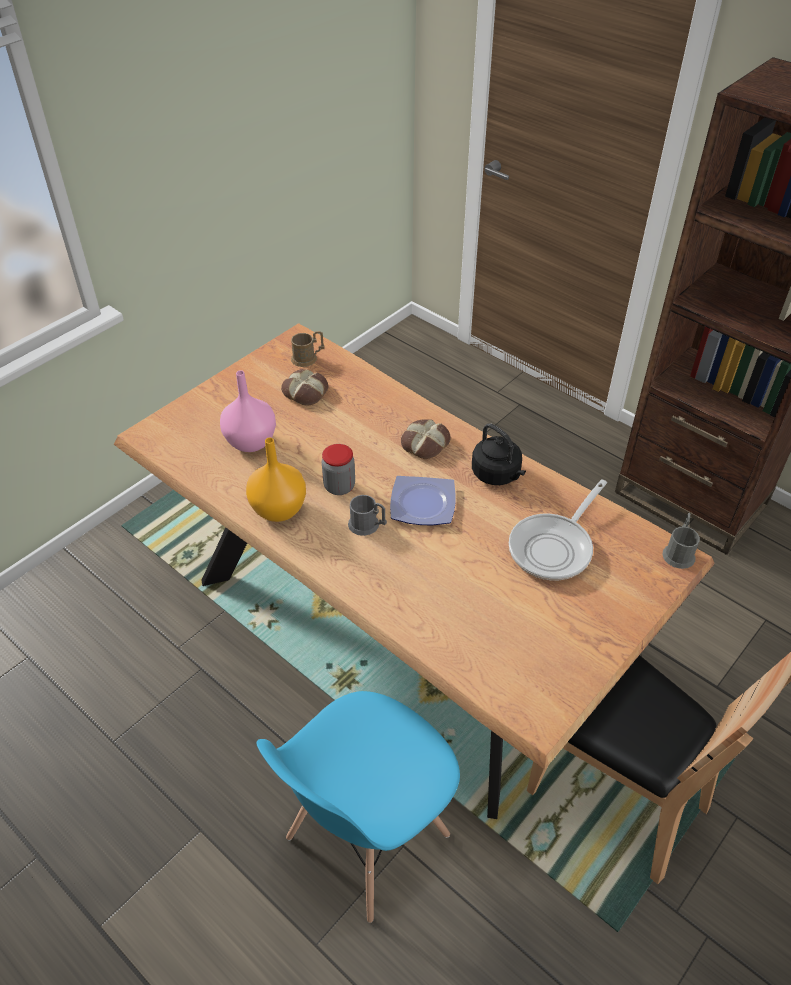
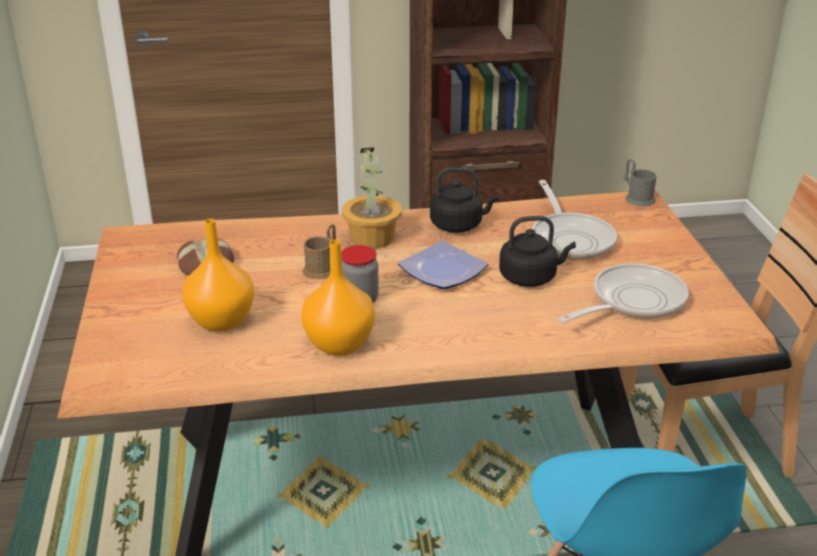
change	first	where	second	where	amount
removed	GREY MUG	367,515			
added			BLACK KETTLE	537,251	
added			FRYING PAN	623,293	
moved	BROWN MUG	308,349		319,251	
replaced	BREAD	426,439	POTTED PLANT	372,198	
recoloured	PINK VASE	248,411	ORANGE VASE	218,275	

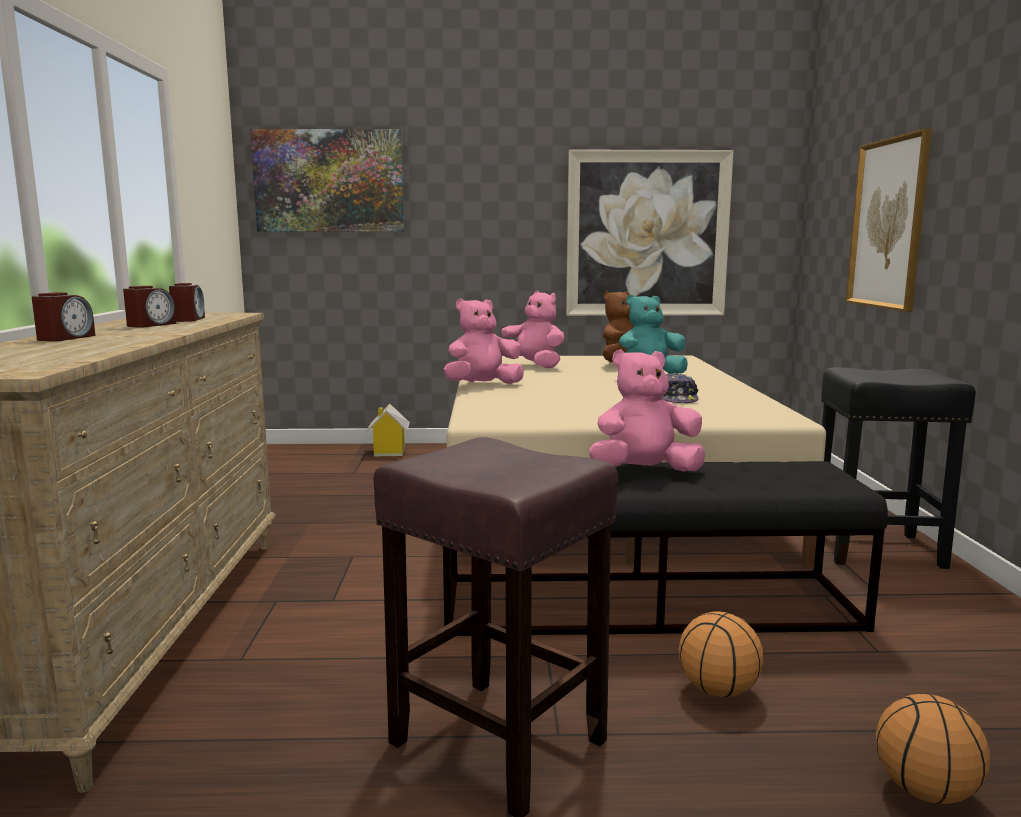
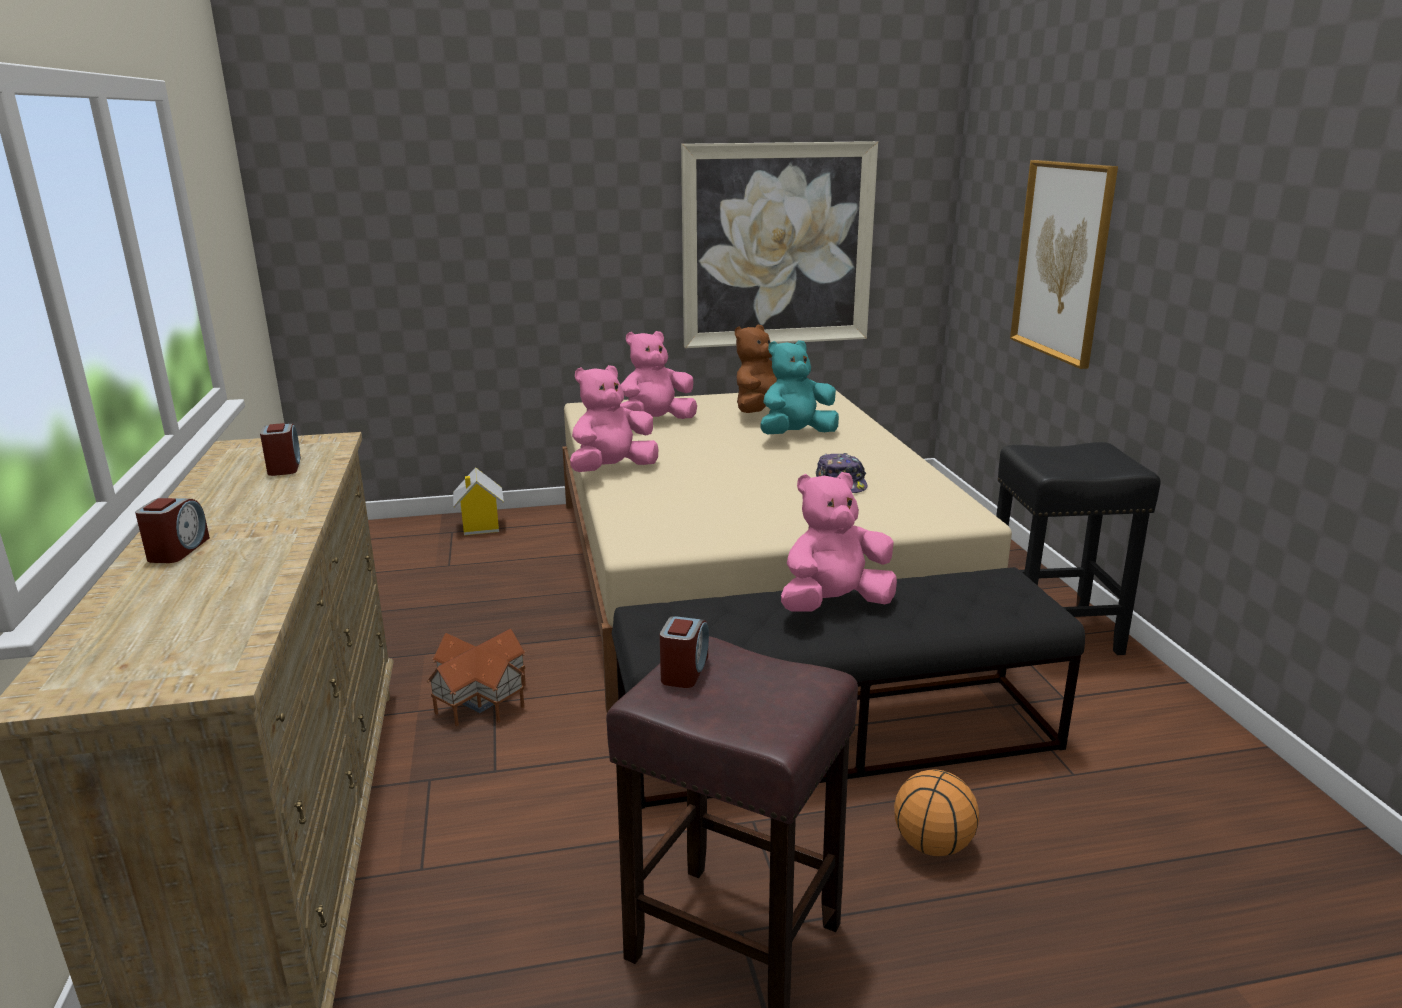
change	first	where	second	where	amount
removed	PICTURE	327,180			
removed	BASKETBALL	933,749			
added			TOY HOUSE	476,677	
moved	ALARM CLOCK	149,307		684,652	
turned	PINK PLUSH TOY	532,329		658,375	60 degrees counterclockwise

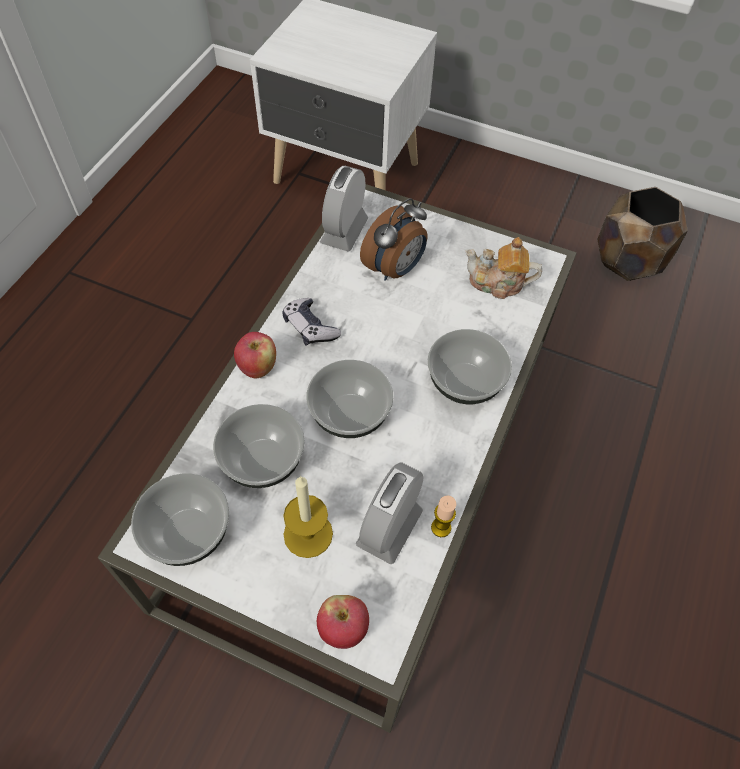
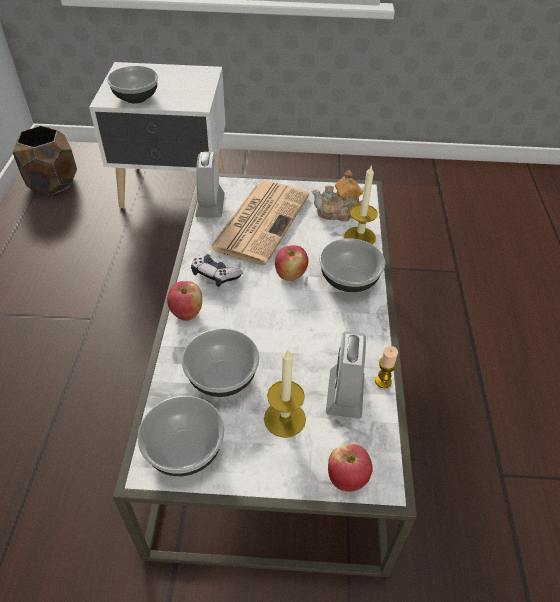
change	first	where	second	where	amount
added			APPLE	291,263	
added			CANDLE	361,204	
moved	BOWL	350,399		132,85	
moved	BROWN PLANTER	642,234		45,160	
replaced	ALARM CLOCK	393,239	NEWSPAPER	258,223	

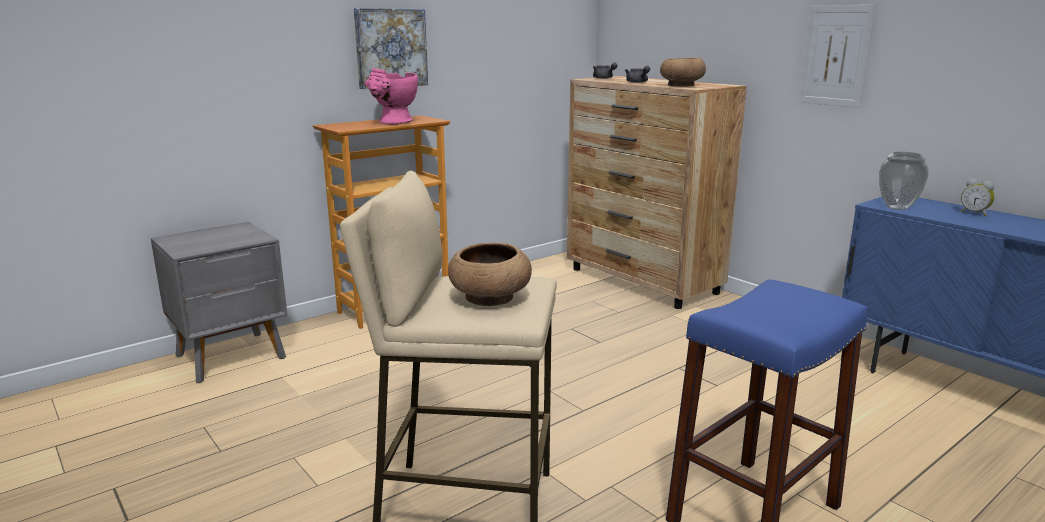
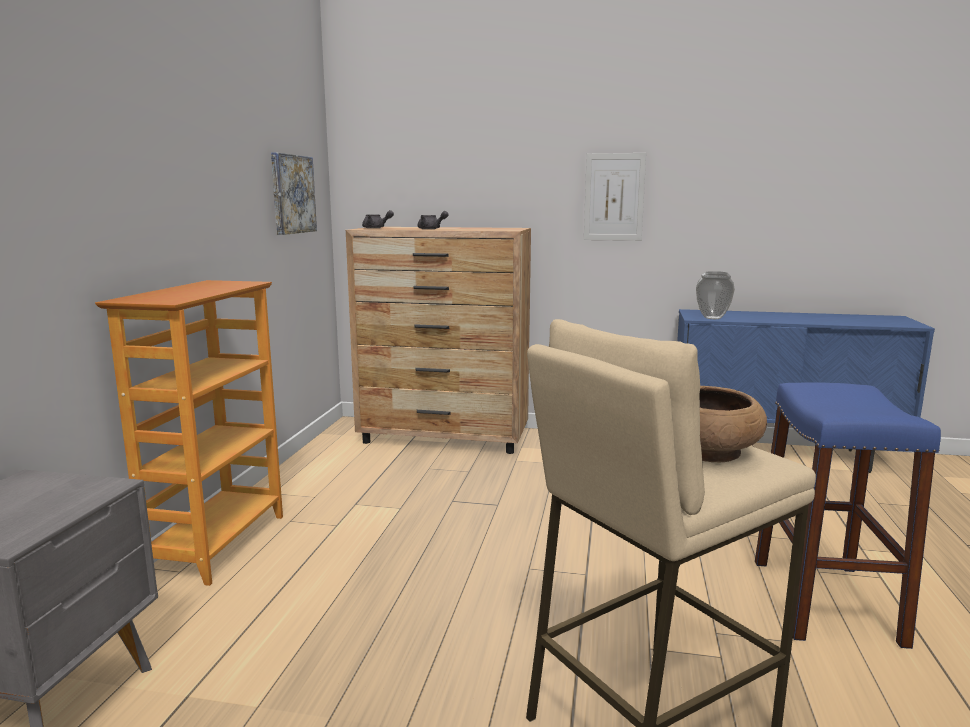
change	first	where	second	where	amount
removed	PINK VASE	391,96			
removed	BROWN BOWL	683,72			
removed	ALARM CLOCK	978,197			
moved	PICTURE	391,48		294,194	

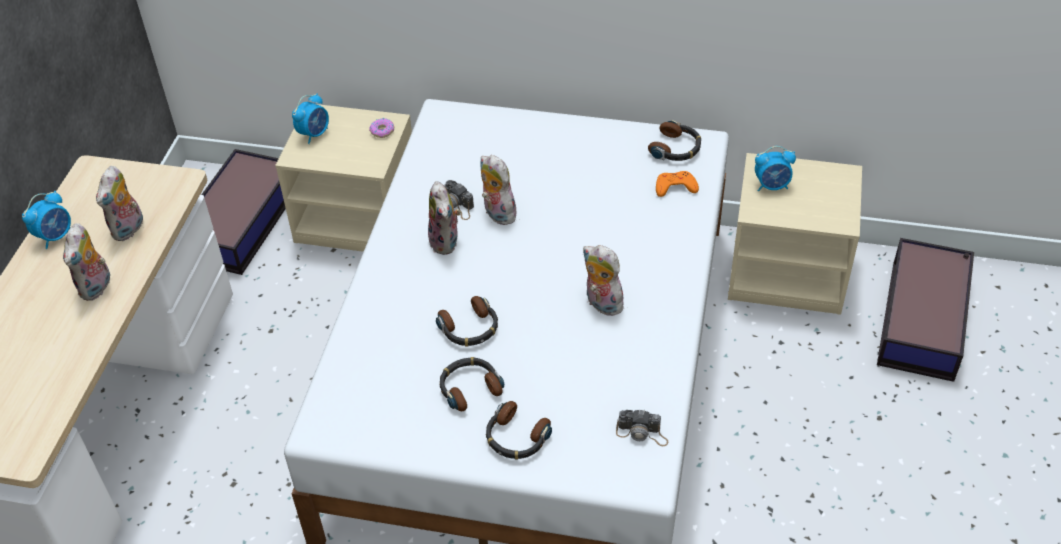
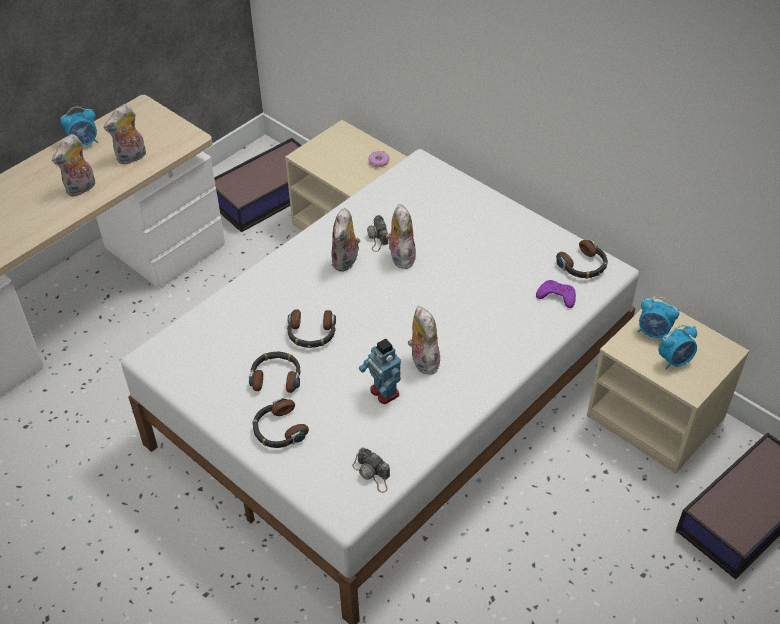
change	first	where	second	where	amount
added			TOY ROBOT	380,371	
moved	ALARM CLOCK	310,118		678,347	
recoloured	ORANGE GAME CONTROLLER	677,184	PURPLE GAME CONTROLLER	556,294	

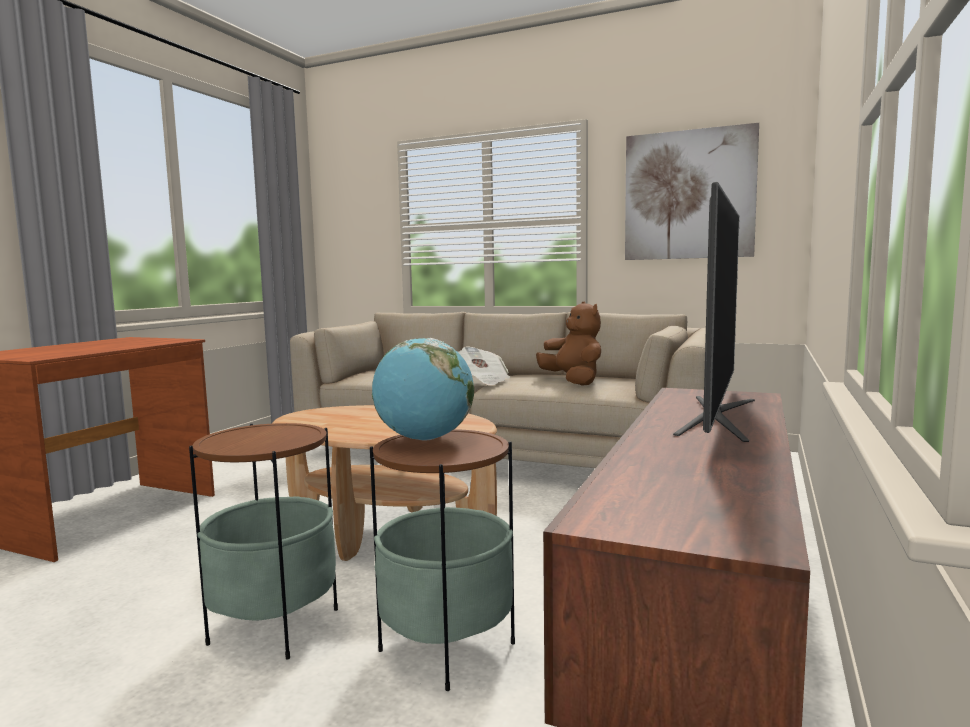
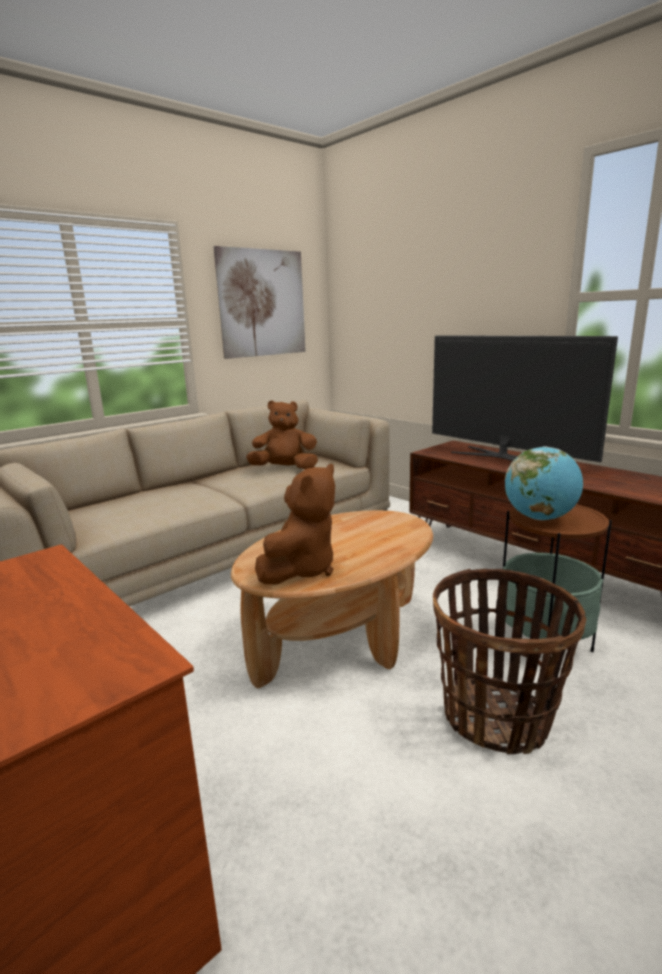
change	first	where	second	where	amount
removed	NEWSPAPER	484,365			
added			BROWN PLUSH TOY	295,524	
replaced	SIDE TABLE	263,541	BASKET	510,662	

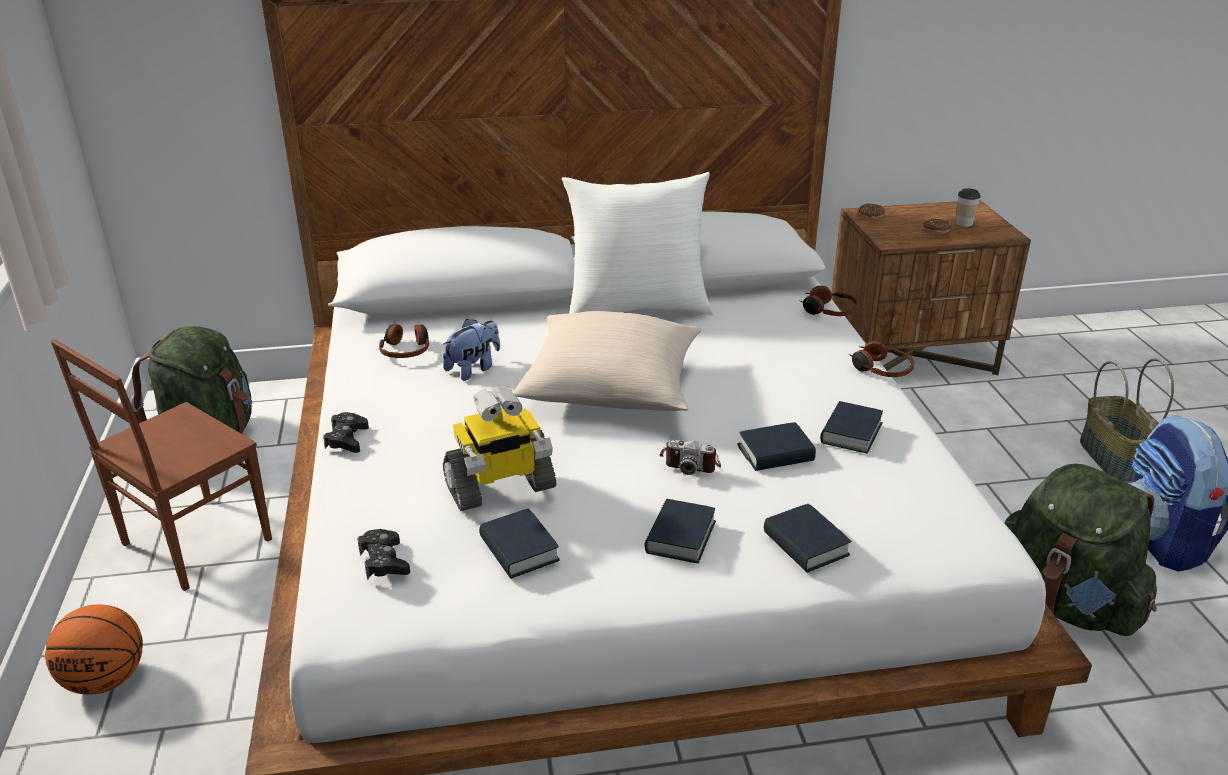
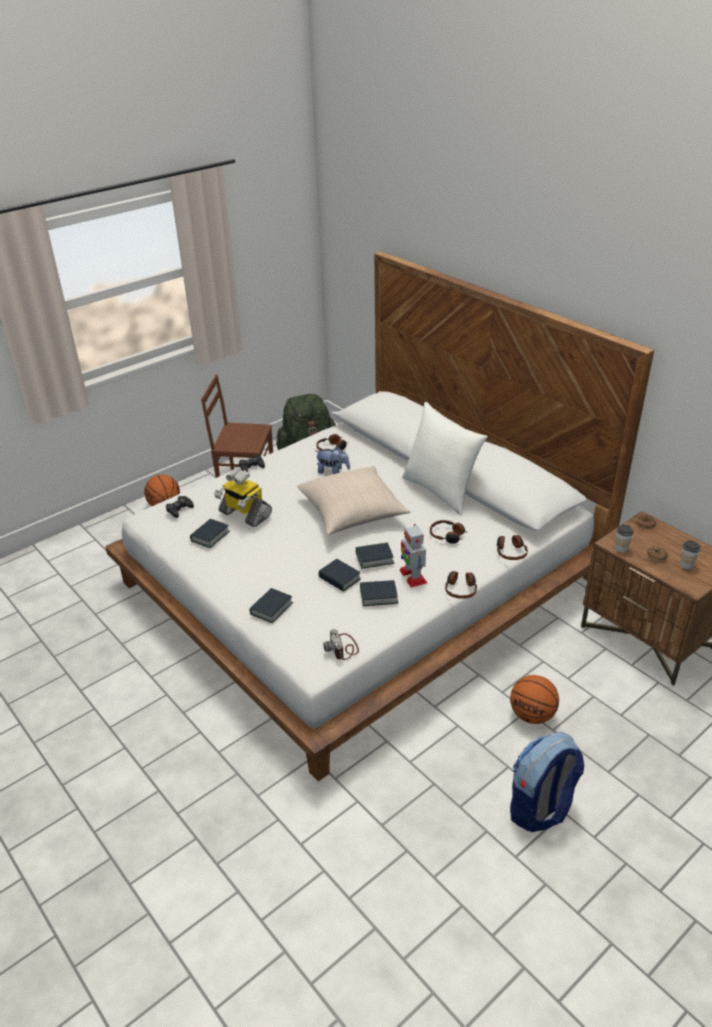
change	first	where	second	where	amount
removed	GREEN BACKPACK	1080,550			
removed	BASKET	1127,420			
added			TOY ROBOT	413,556	
added			HEADPHONES	448,532	
added			BASKETBALL	534,699	
added			CUP	624,539	
moved	BOOK	680,531		375,556	
moved	PHOTO CAMERA	690,457		341,644	

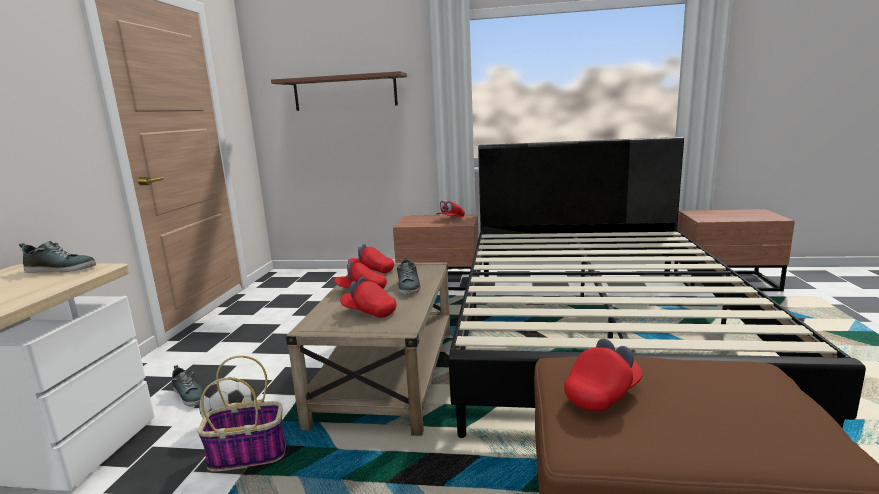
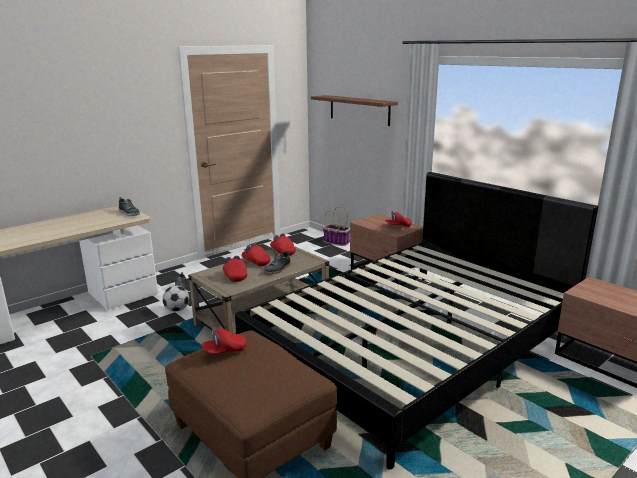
change	first	where	second	where	amount
moved	BASKET	241,413		336,226	
turned	RED CAP	603,375		224,340	150 degrees clockwise

